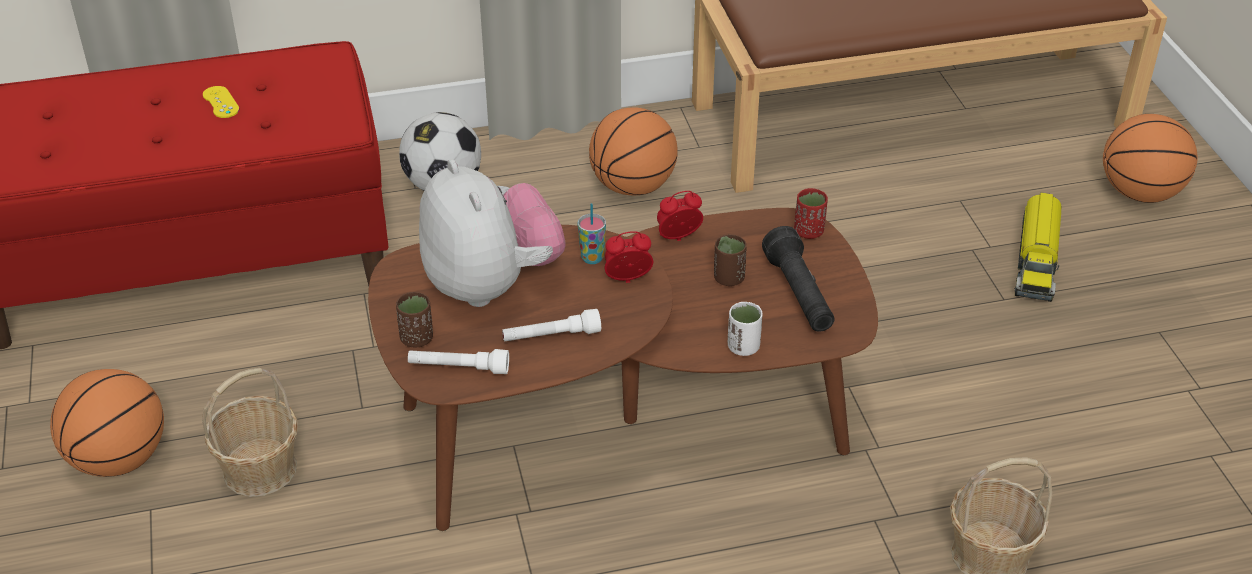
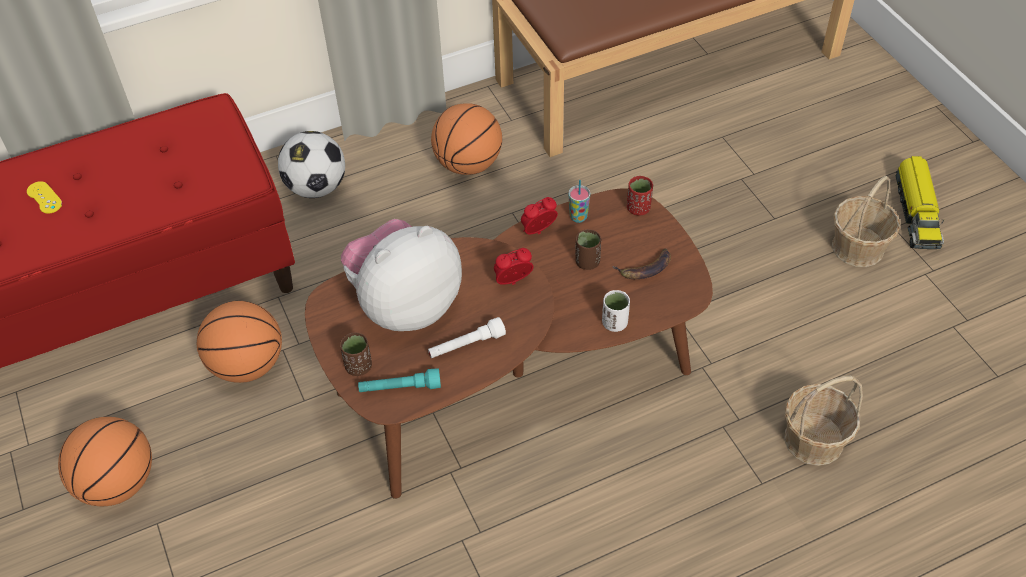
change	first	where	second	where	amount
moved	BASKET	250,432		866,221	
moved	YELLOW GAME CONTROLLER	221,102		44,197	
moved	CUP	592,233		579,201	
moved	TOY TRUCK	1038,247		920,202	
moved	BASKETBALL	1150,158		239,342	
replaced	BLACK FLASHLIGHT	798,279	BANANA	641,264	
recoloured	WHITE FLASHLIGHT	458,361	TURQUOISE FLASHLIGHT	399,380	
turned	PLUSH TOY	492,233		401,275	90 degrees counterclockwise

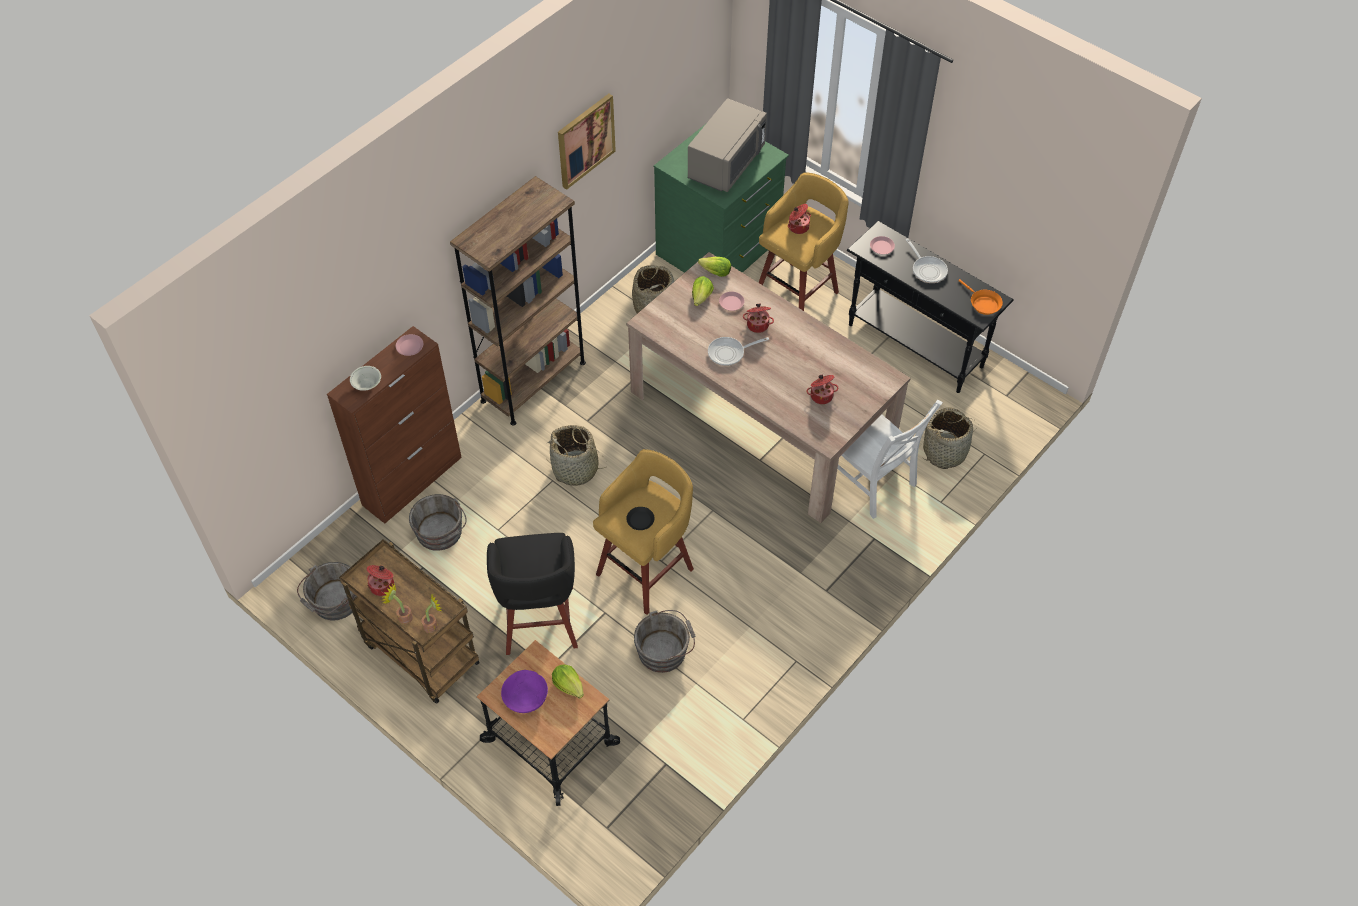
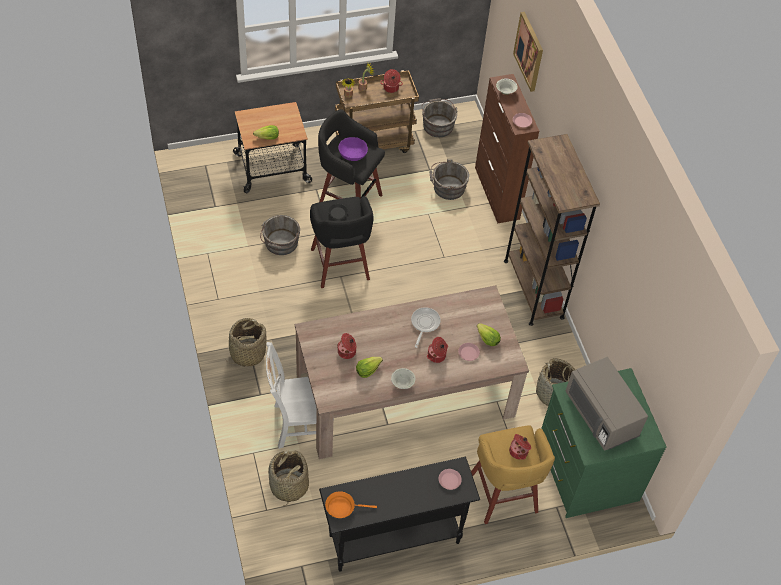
change	first	where	second	where	amount
removed	FRYING PAN	927,260			
added			WHITE BOWL	403,378	
moved	PURPLE BOWL	524,691		353,149	
moved	BASKET	577,455		247,342	
moved	PICTURE	587,142		528,52	
moved	LETTUCE	714,267		369,367	
recoloured	YELLOW STOOL	643,532	BLACK STOOL	341,242	

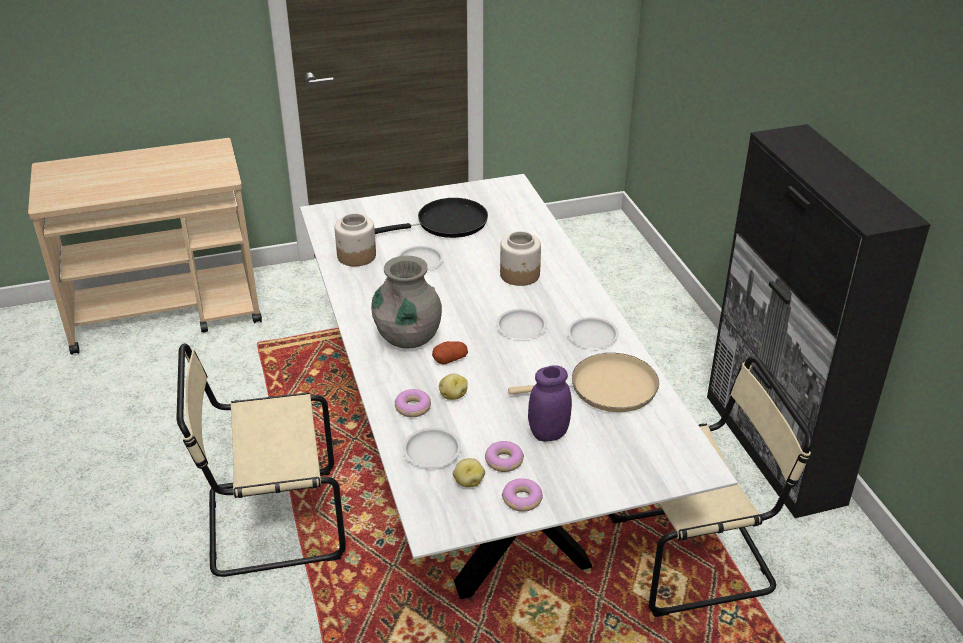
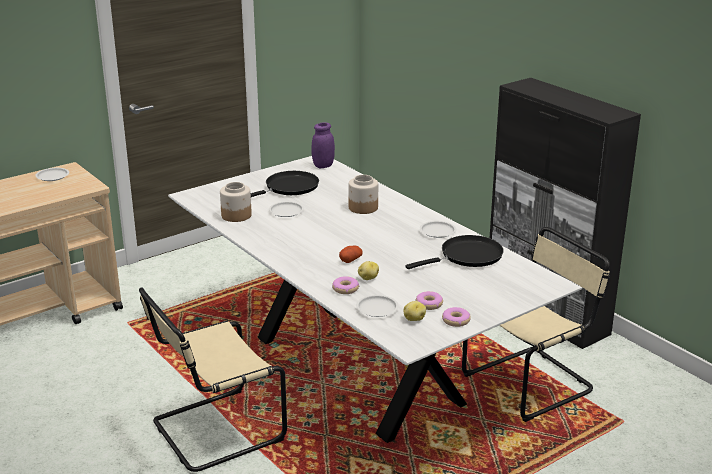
change	first	where	second	where	amount
removed	GREY VASE	406,301			
moved	WHITE PLATE	521,324		52,174	
moved	PURPLE JAR	550,403		323,145	
recoloured	BEIGE FRYING PAN	583,382	BLACK FRYING PAN	455,252	

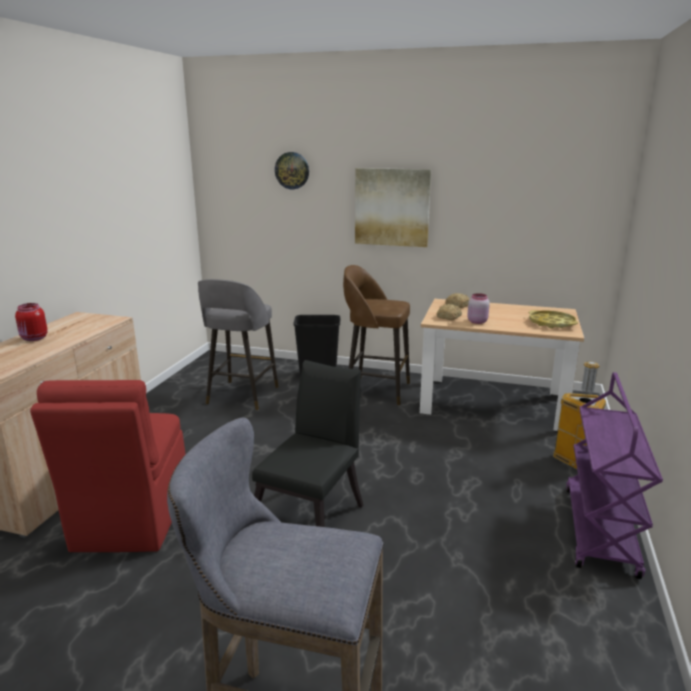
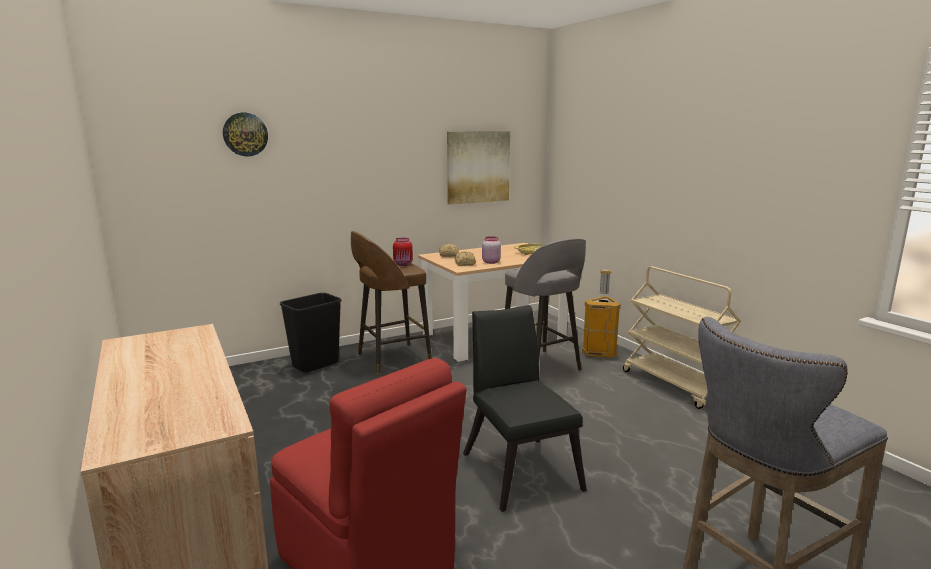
change	first	where	second	where	amount
moved	RED JAR	31,322		403,252	
moved	GREY STOOL	238,344		545,304	
moved	PICTURE	393,207		478,168	
recoloured	PURPLE CART	614,475	BEIGE CART	682,337	

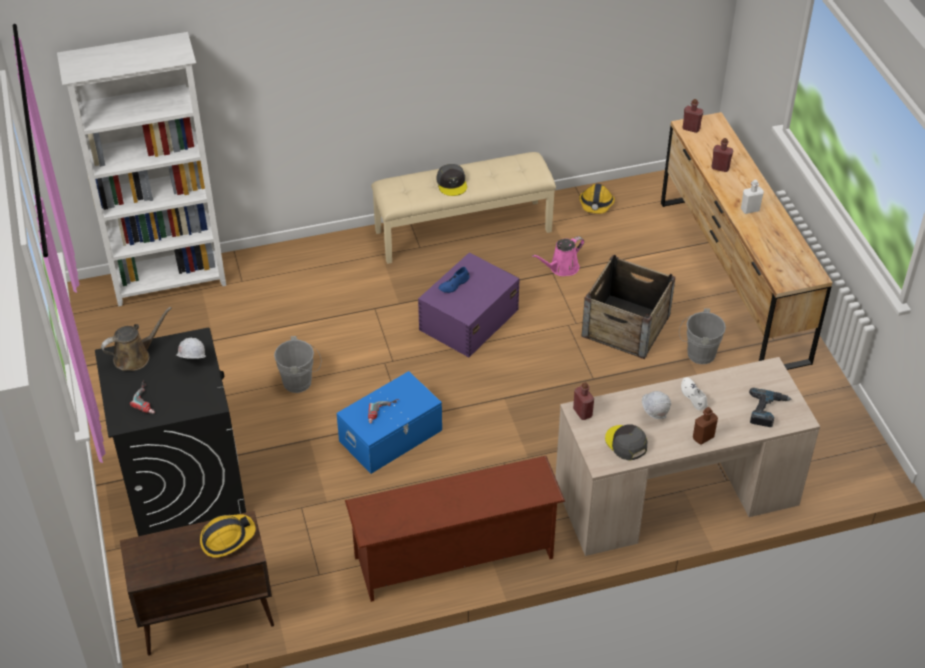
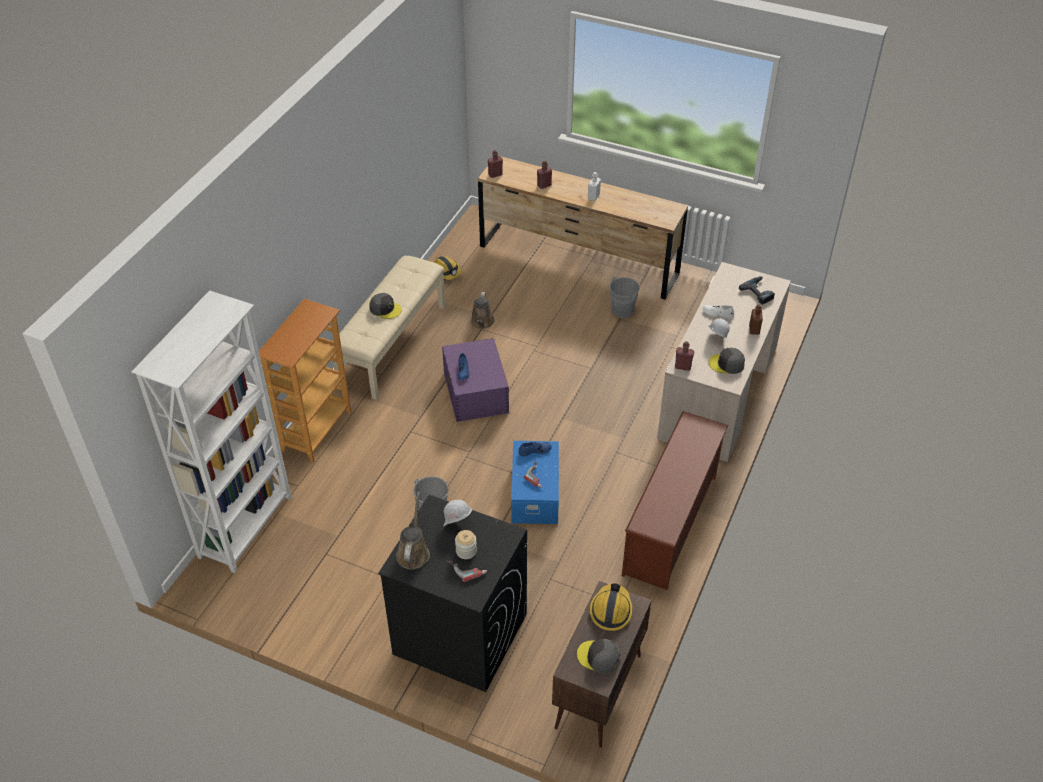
change	first	where	second	where	amount
removed	CRATE	628,307			
added			BOOKCASE	305,381	
added			JAR	466,544	
added			BLUE SHOE	535,449	
added			GREY CAP	599,656	
recoloured	PINK WATERING CAN	558,256	BROWN WATERING CAN	483,310	

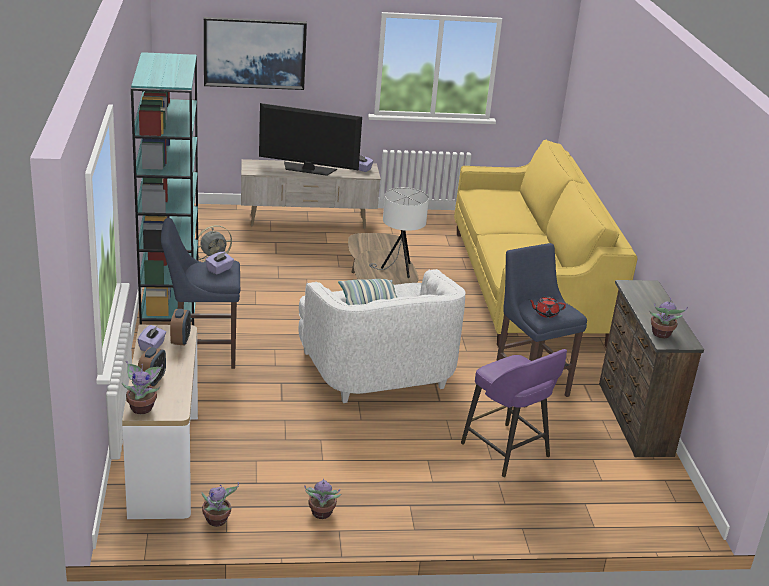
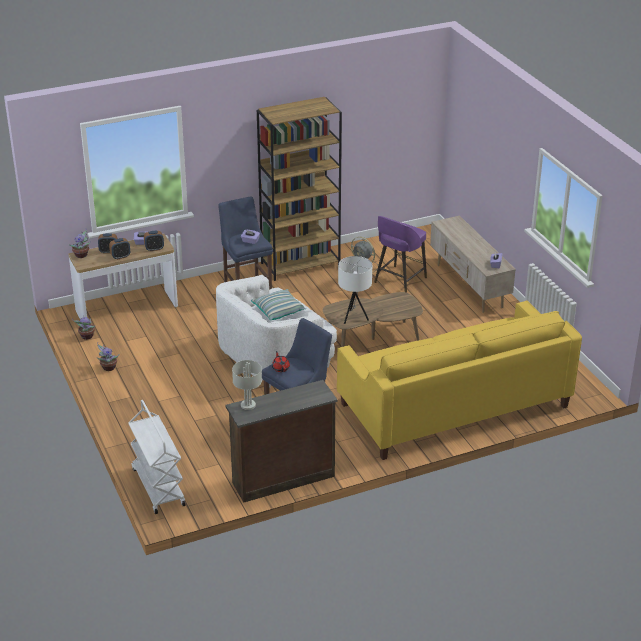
change	first	where	second	where	amount
removed	PICTURE	255,53			
removed	TELEVISION	310,139			
added			ALARM CLOCK	119,249	
added			WHITE CART	157,457	
moved	PURPLE STOOL	514,413		400,254	
replaced	POTTED PLANT	668,318	GREY TABLE LAMP	247,385	
recoloured	TURQUOISE BOOKCASE	164,188	BROWN BOOKCASE	299,189	

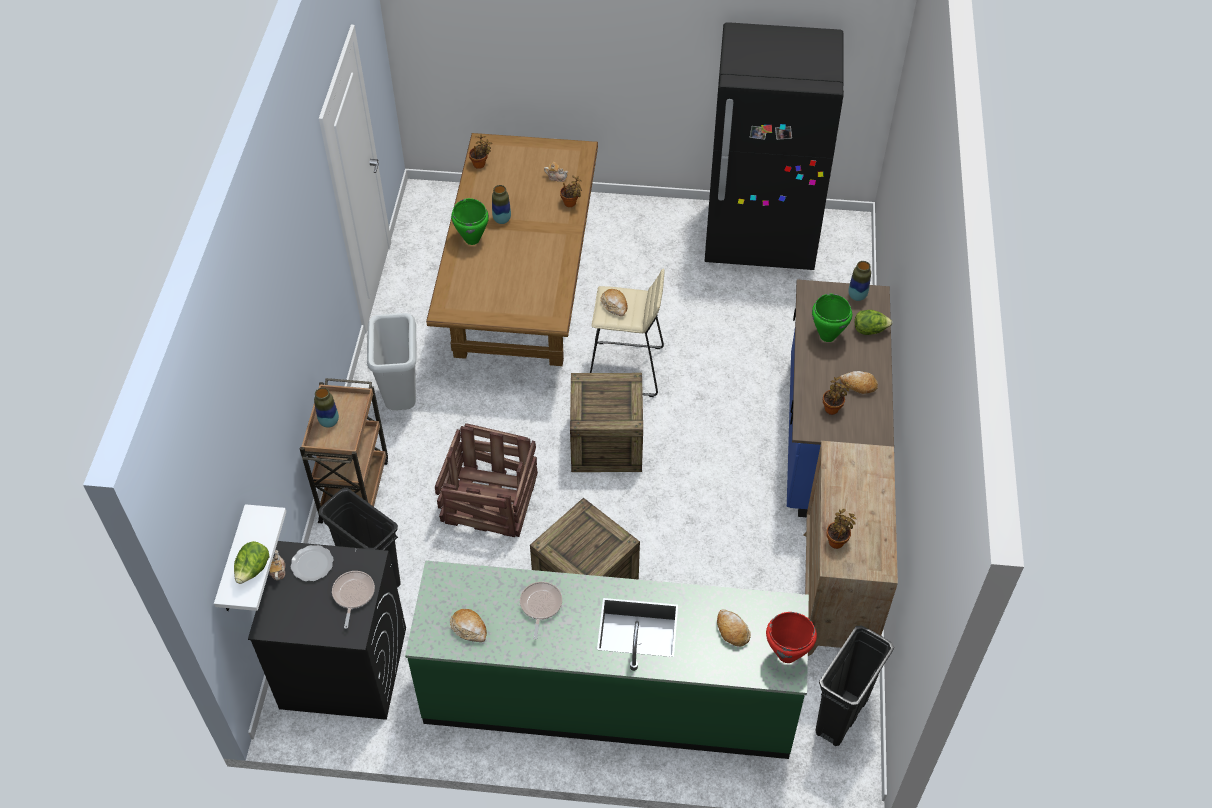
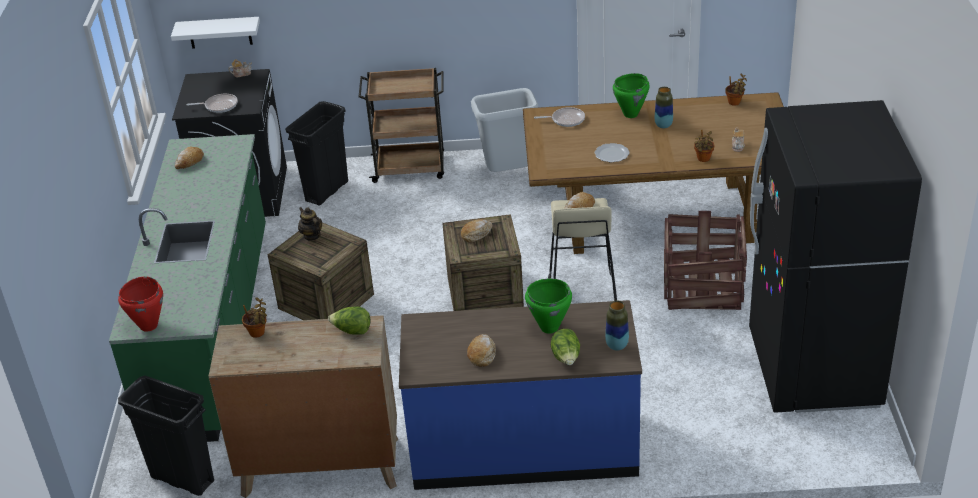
change	first	where	second	where	amount
removed	VASE	326,407			
removed	POTTED PLANT	836,396			
added			TEAPOT	310,224	
moved	LETTUCE	251,562		349,320	
moved	PLATE	312,563		612,152	
moved	CRATE	486,480		705,260	
moved	FRYING PAN	541,611		559,117	
moved	BREAD	734,628		476,230	

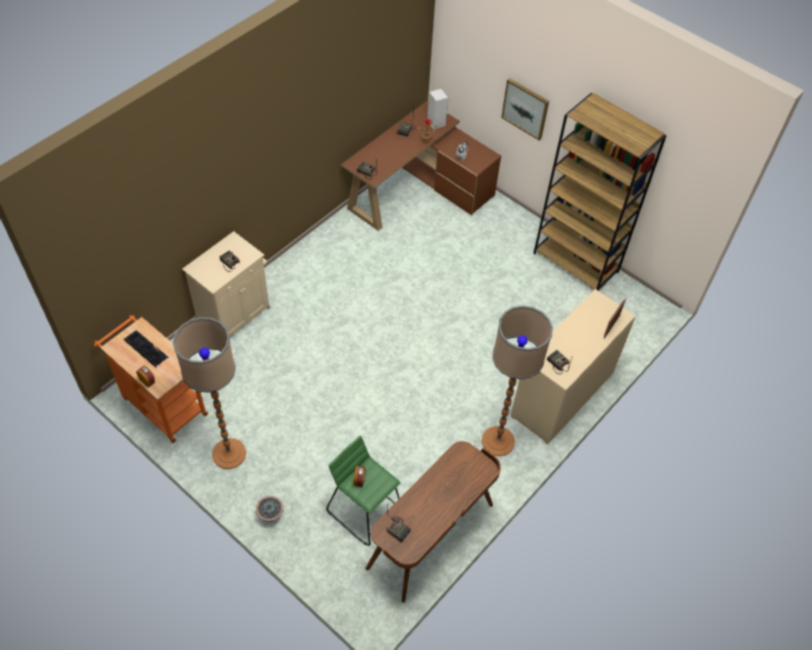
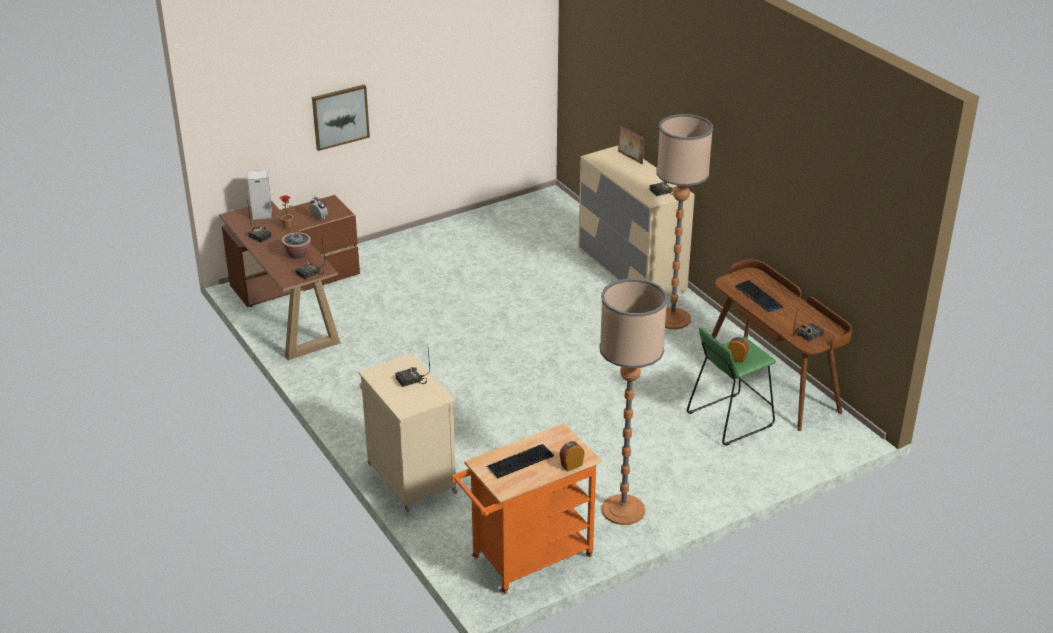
change	first	where	second	where	amount
removed	BROWN BOOKCASE	600,191			
added			KEYBOARD	759,296	
moved	POTTED PLANT	269,509		296,245	

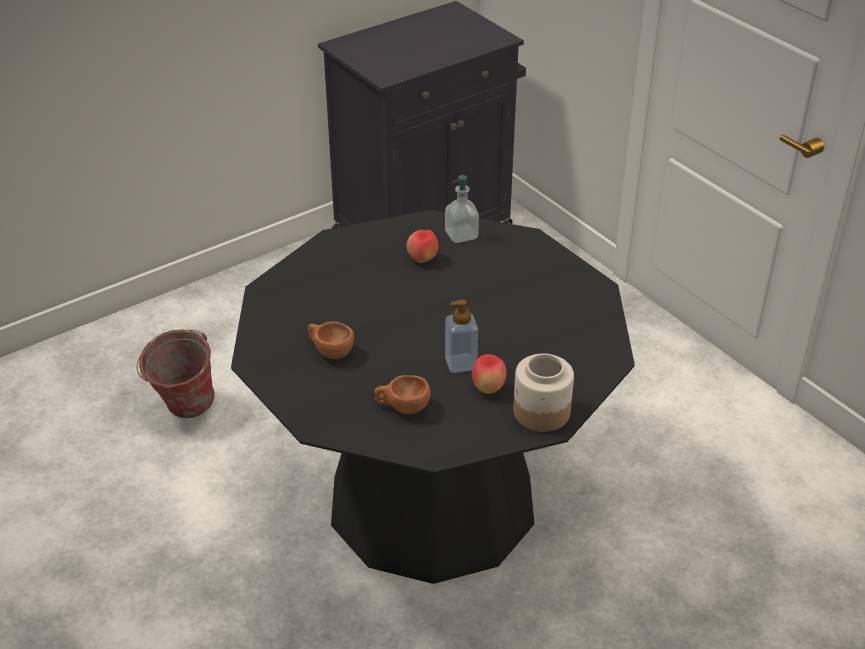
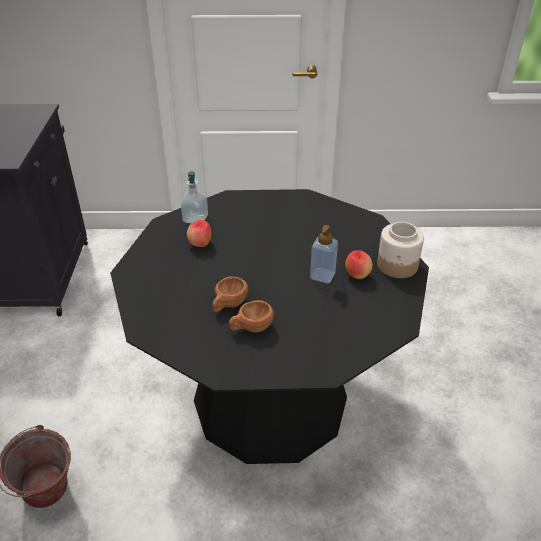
change	first	where	second	where	amount
moved	BROWN CUP	402,394		230,294	

